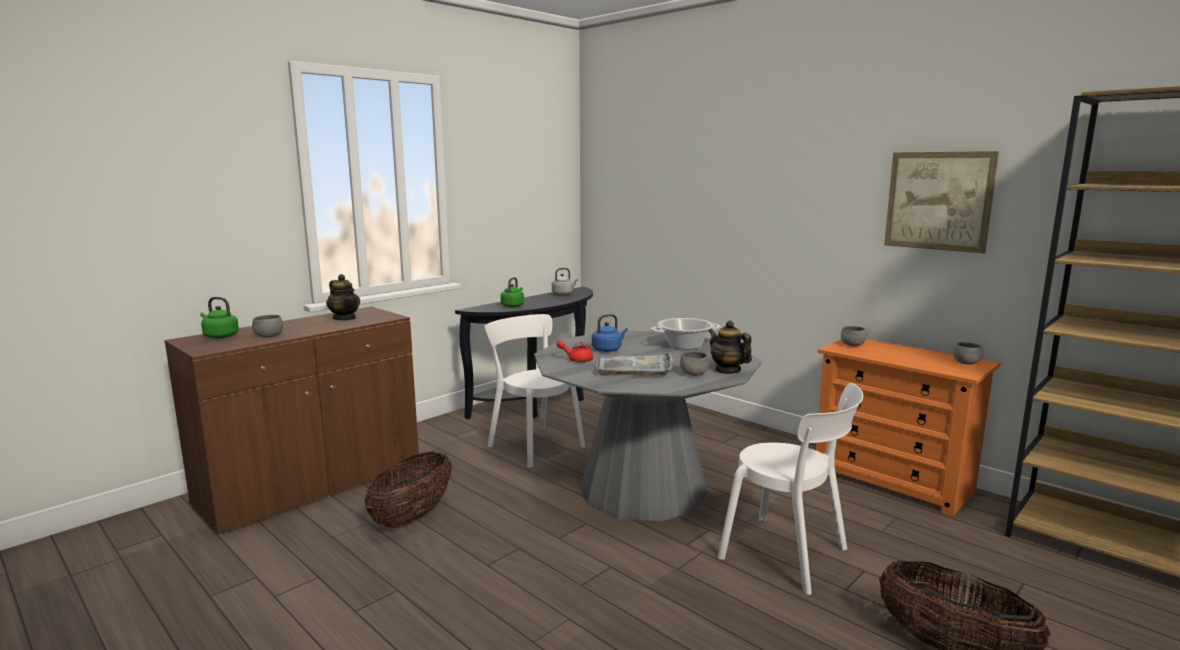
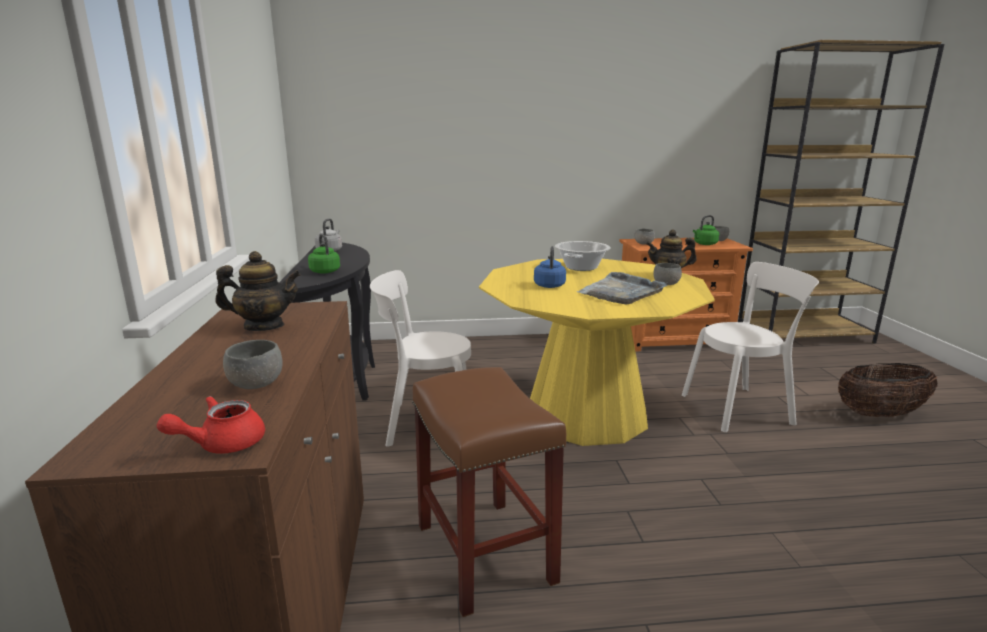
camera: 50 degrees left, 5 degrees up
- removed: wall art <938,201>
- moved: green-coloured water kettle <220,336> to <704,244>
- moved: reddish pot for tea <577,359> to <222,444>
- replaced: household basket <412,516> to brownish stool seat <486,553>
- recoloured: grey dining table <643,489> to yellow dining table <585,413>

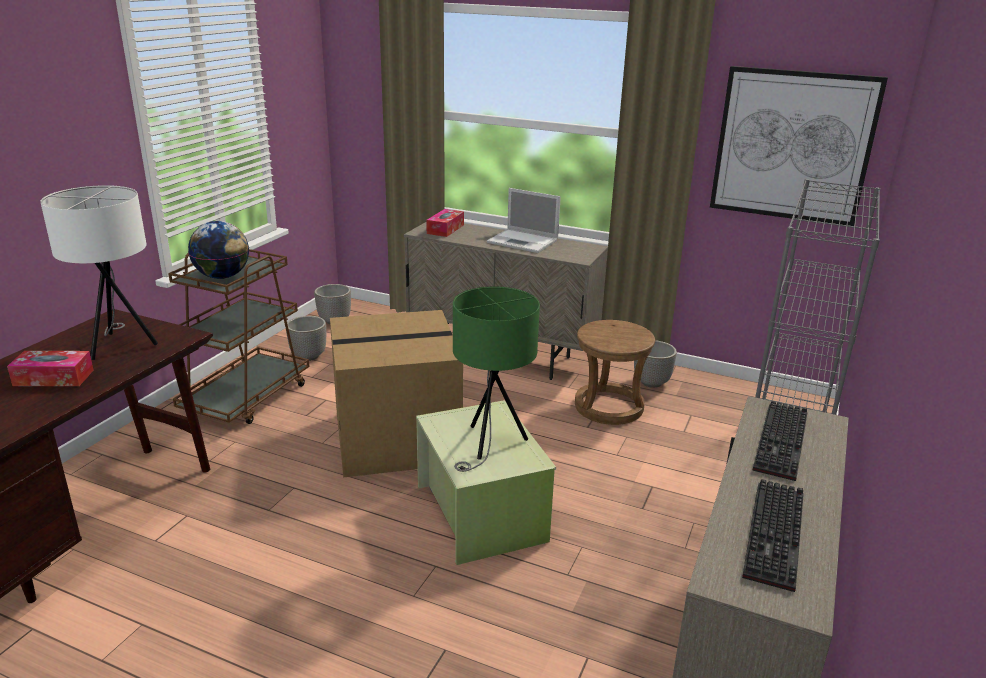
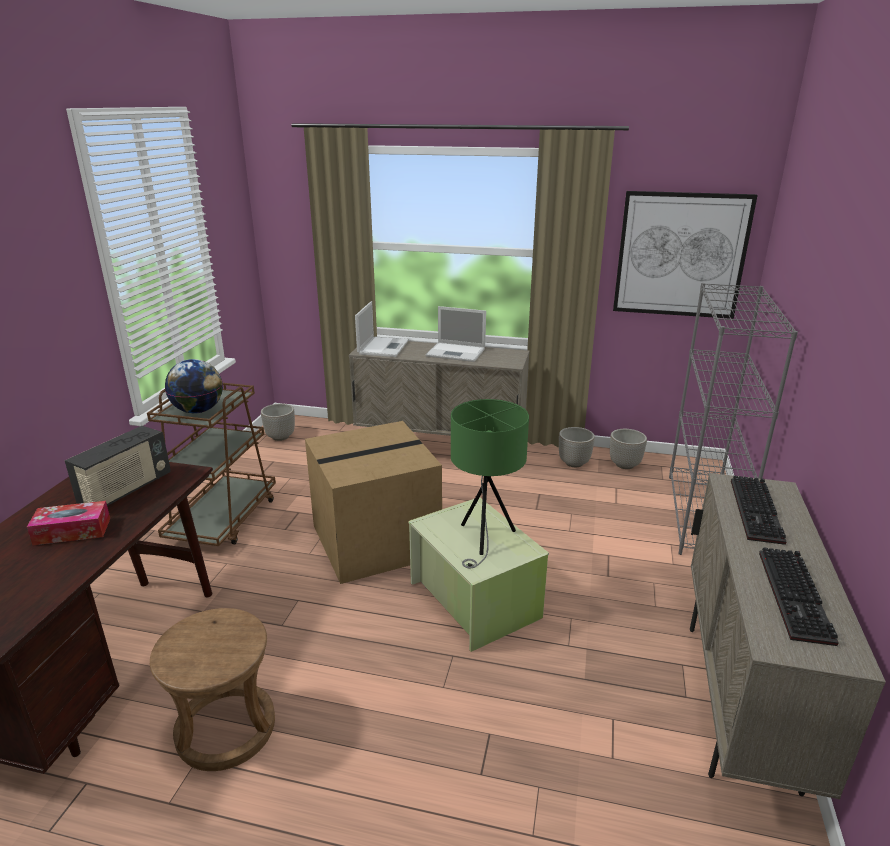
camera: 10 degrees left, 0 degrees up
- moved: plant pot <309,356> to <625,465>
- moved: brownish stool seat <609,407> to <226,729>
- replaced: white-coloured lamp for a table <120,345> to radio receiver <126,490>
- replaced: tissue holder <445,229> to portable computer <383,347>

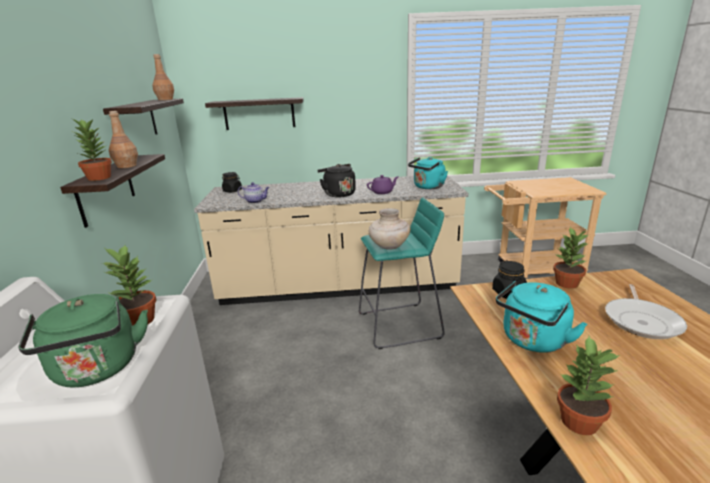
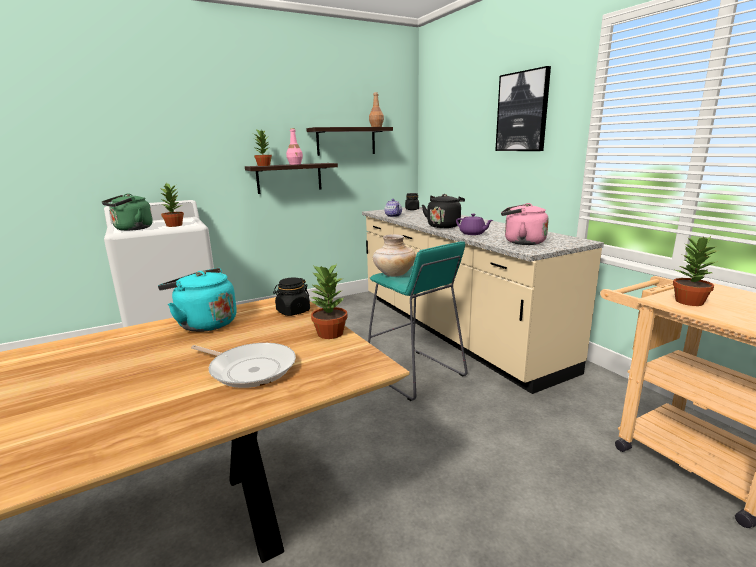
camera: 65 degrees right, 5 degrees down
- removed: wall shelf <259,114>
- added: wall art <522,112>
- moved: houseplant <579,422> to <688,302>
- recoloured: brownish bottle <127,166> to pink-coloured bottle <295,164>
- recoloured: blue-green water kettle <427,187> to pink-coloured water kettle <521,242>
- turned: pan <642,321> = <250,369> 150 degrees counterclockwise

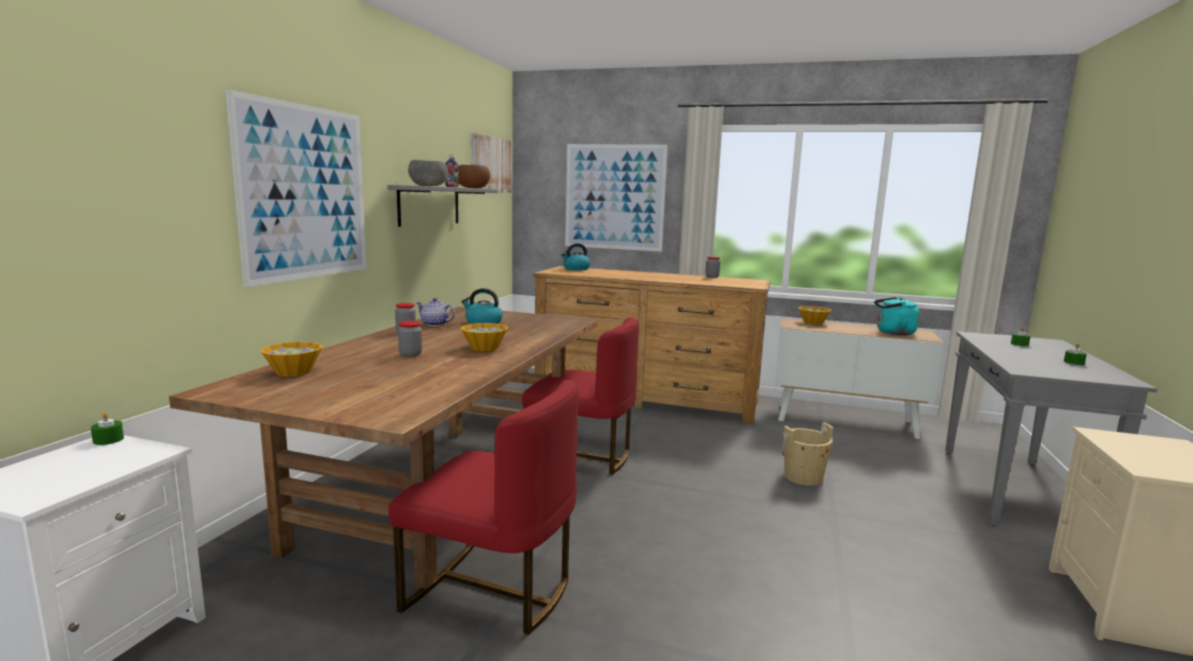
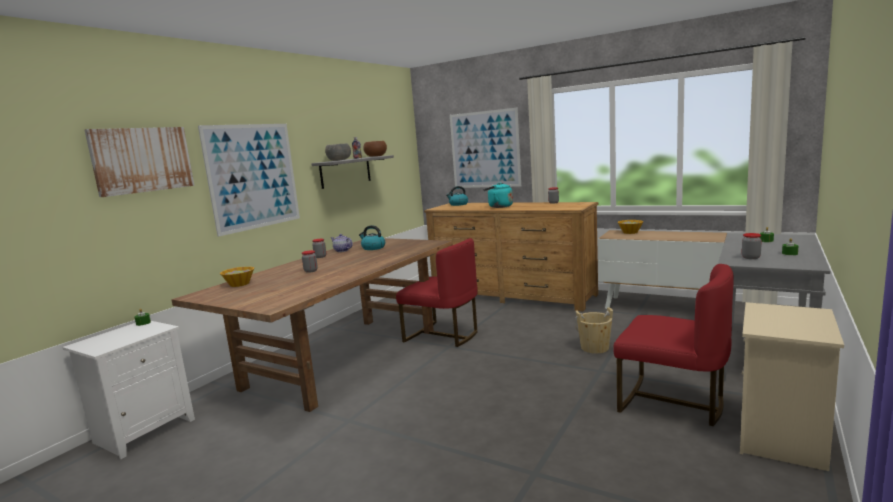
camera: 15 degrees right, 0 degrees up
- removed: deep dish <484,348>
- added: storage jar <751,257>
- moved: reddish plain chair <492,590> to <672,402>
- moved: wall art <490,164> to <142,160>
- moved: blue-green water kettle <893,332> to <498,207>

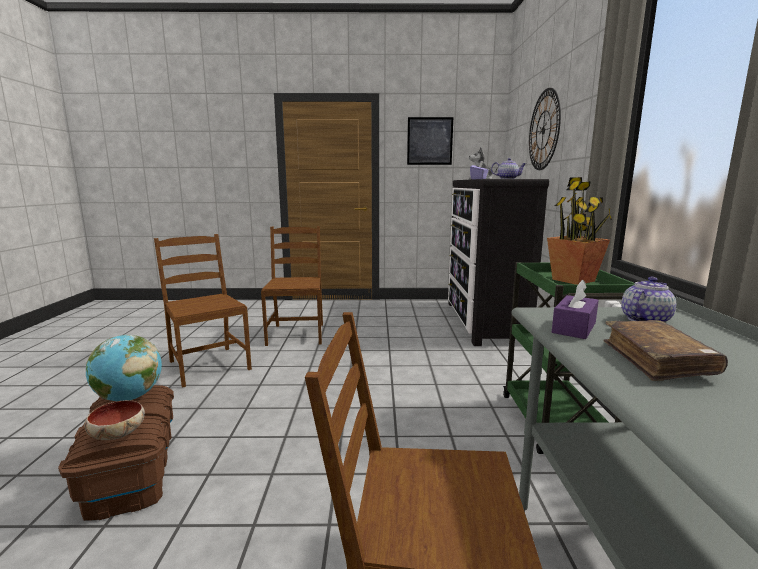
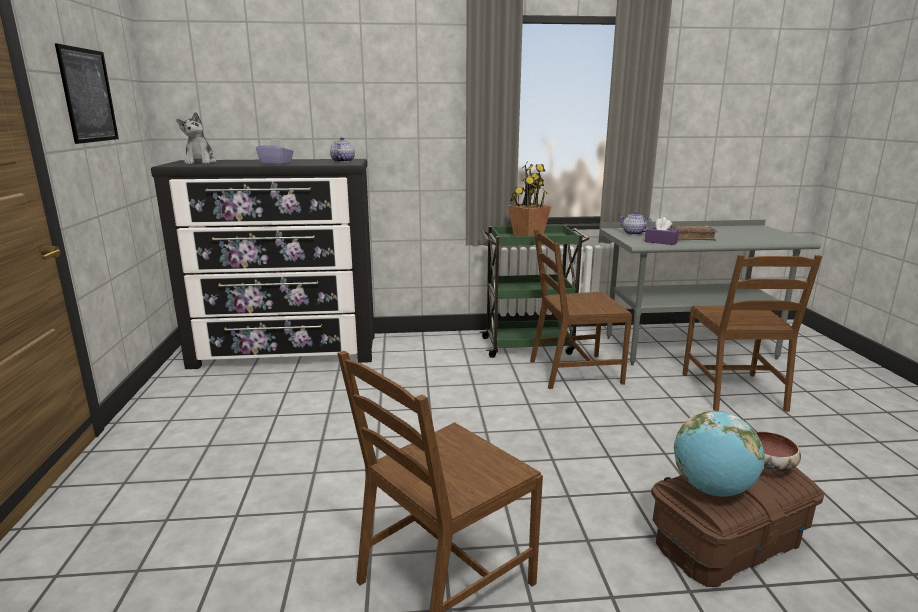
camera: 95 degrees left, 5 degrees up
- removed: wall clock <543,130>
- moved: brownish plain chair <296,334> to <574,372>

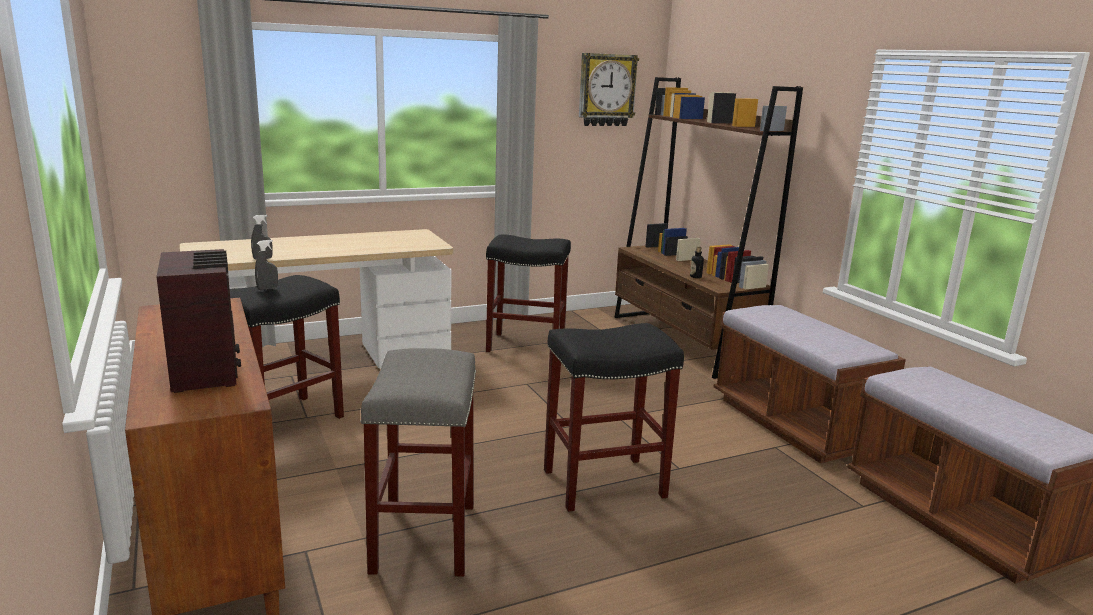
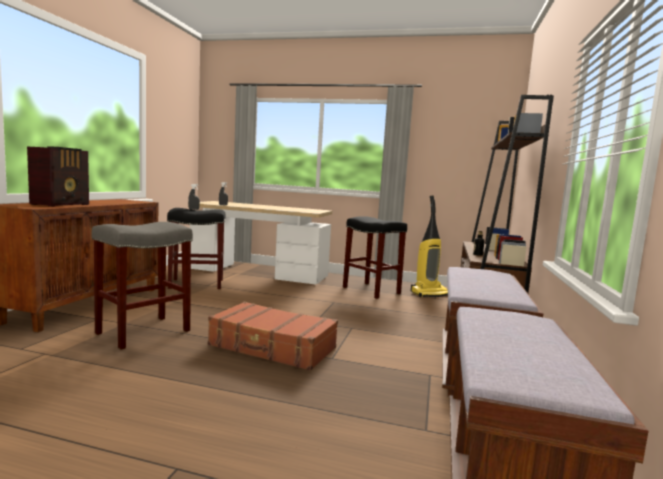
camera: 40 degrees right, 10 degrees down
- removed: wall clock <606,90>
- added: vacuum cleaner <430,293>
- replaced: blackish stool seat <605,483> to brownish suitcase <272,347>

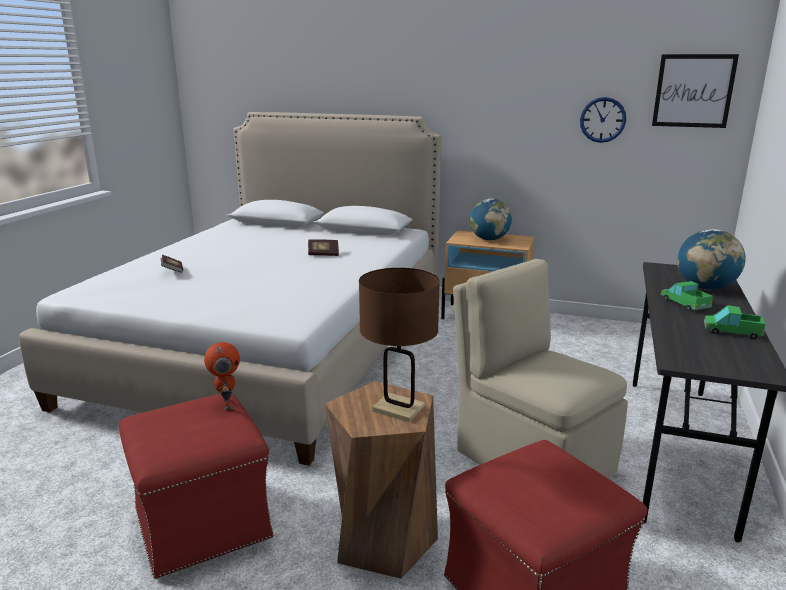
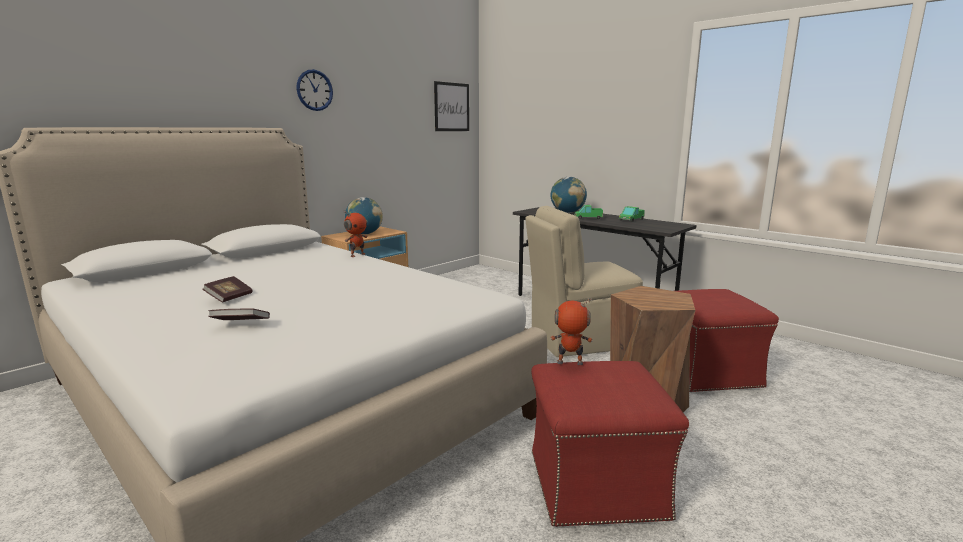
camera: 65 degrees left, 5 degrees down
- removed: brownish lamp for a table <399,408>
- added: model robot <357,255>
- moved: bound book <323,254> to <229,298>
- moved: wall clock <602,120> to <314,90>

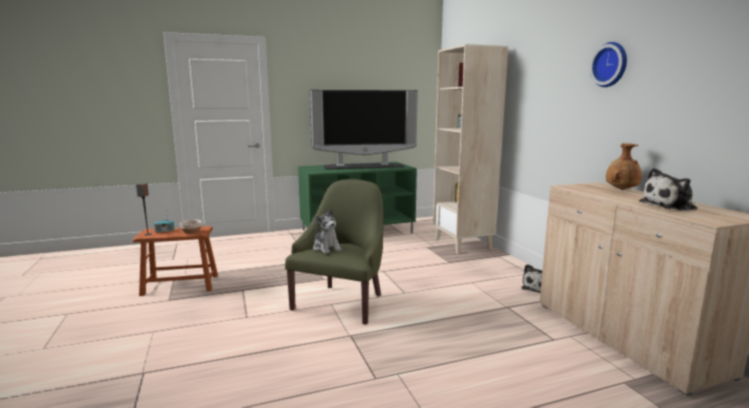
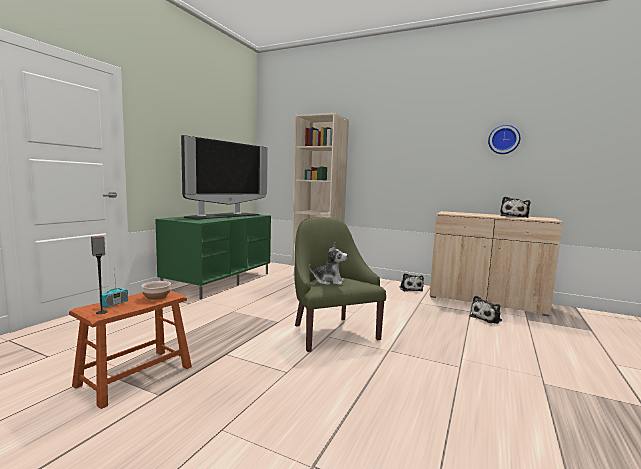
camera: 45 degrees left, 5 degrees down
- removed: brownish vase <621,189>
- added: soft toy <487,318>
- moved: wall clock <611,65> to <503,140>

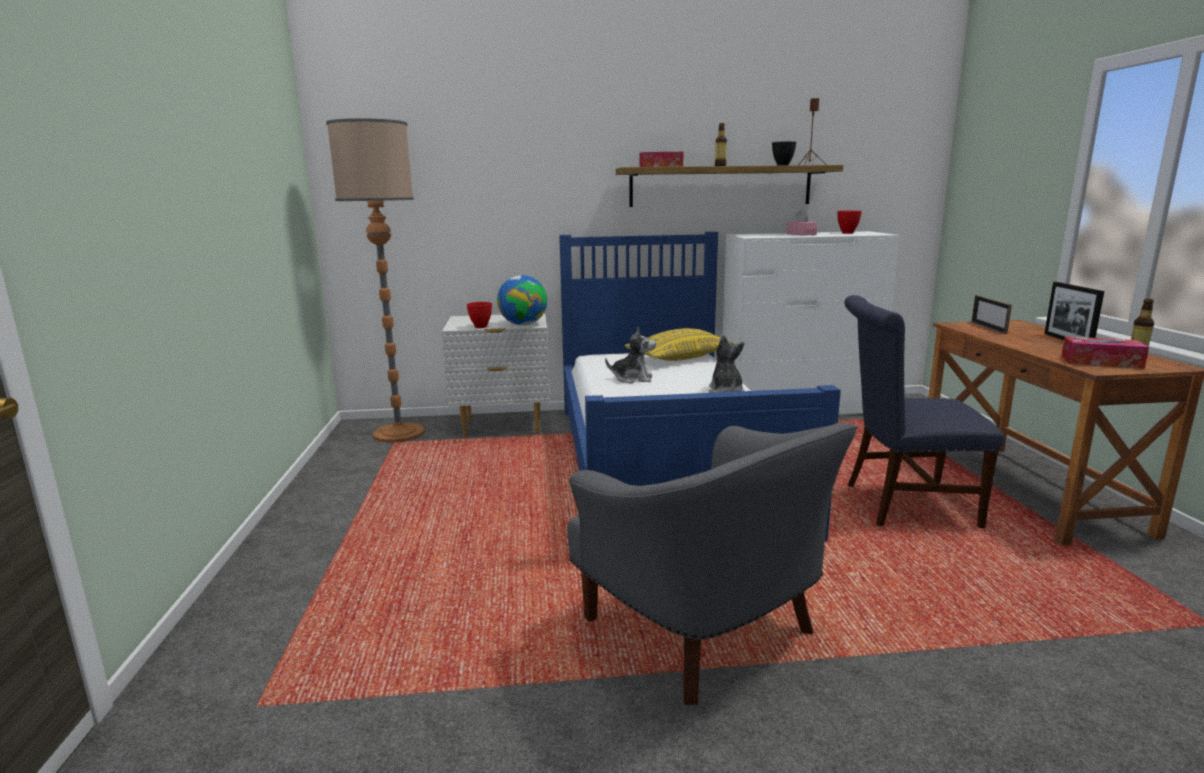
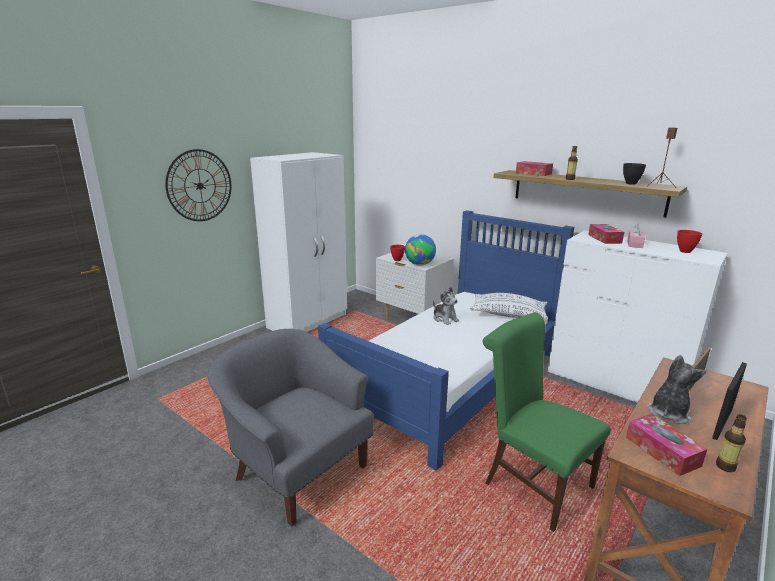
camera: 45 degrees right, 5 degrees up
- removed: standard lamp <398,433>
- added: wall clock <200,185>
- added: white-coloured clothes cupboard <308,321>
- added: tissue holder <604,239>
- moved: soft toy <725,391> to <668,412>
- recoloured: yellow cushion <681,358> to white-coloured cushion <508,315>
- recoloured: blue-coloured plain chair <901,505> to green-coloured plain chair <532,482>
- turned: grey lounge chair <705,632> = <298,469> 120 degrees clockwise

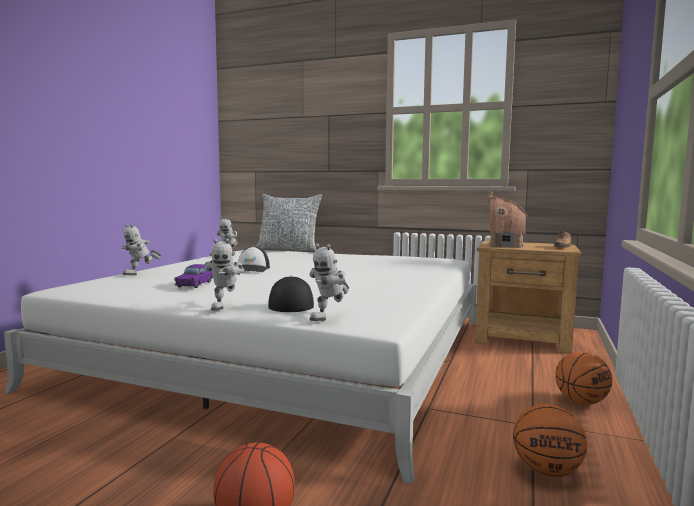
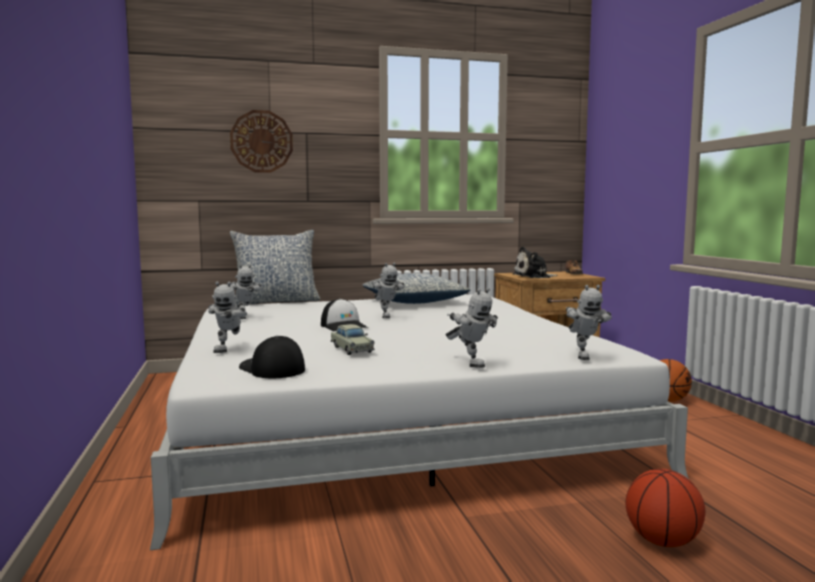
camera: 35 degrees left, 0 degrees up
- removed: basketball <547,471>
- added: wall clock <261,141>
- added: cushion <414,302>
- added: model robot <386,317>
- moved: cap <290,304> to <271,369>
- replaced: model house <505,245> to soft toy <534,276>
- recoloured: purple model car <196,284> to sand-coloured model car <351,349>

